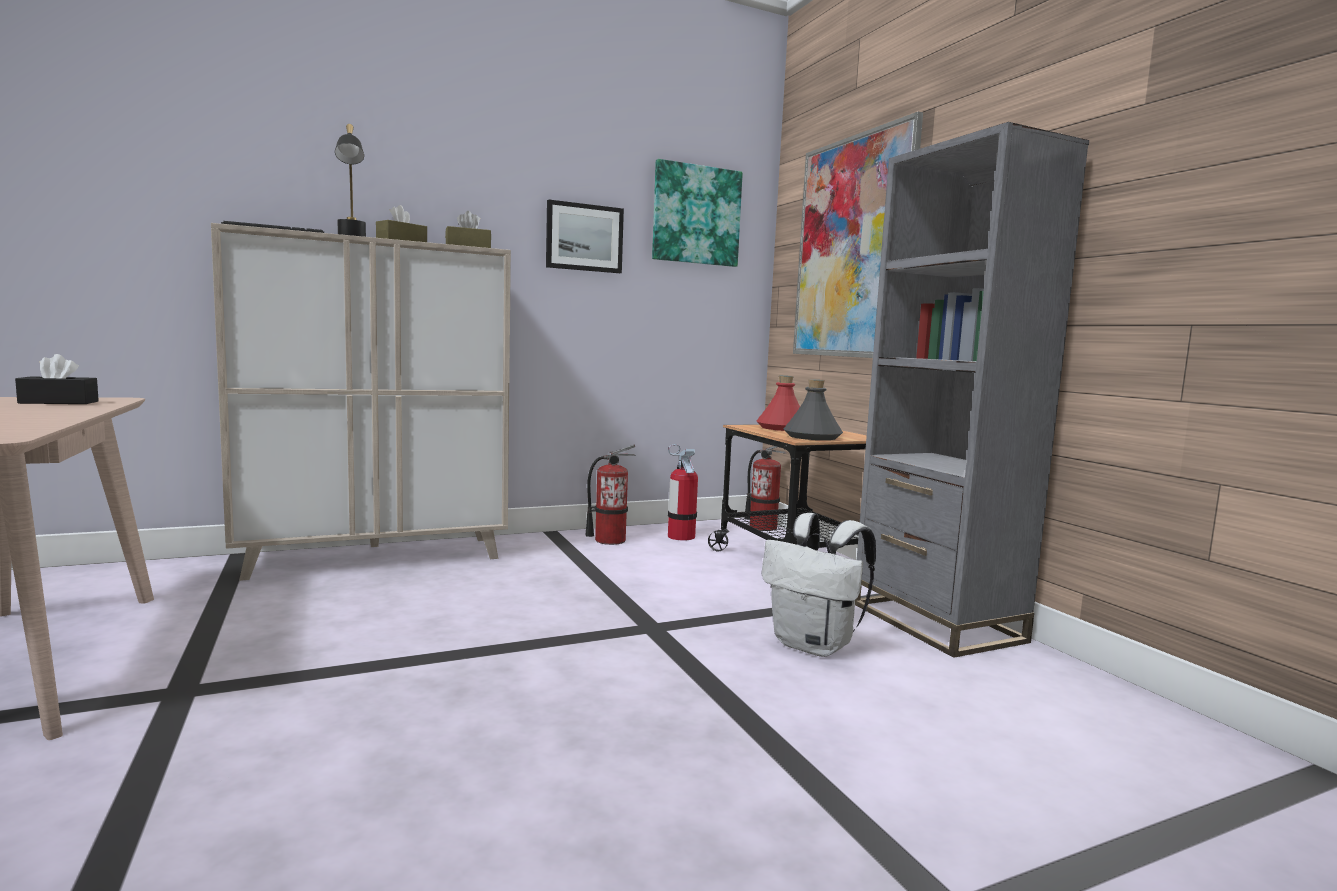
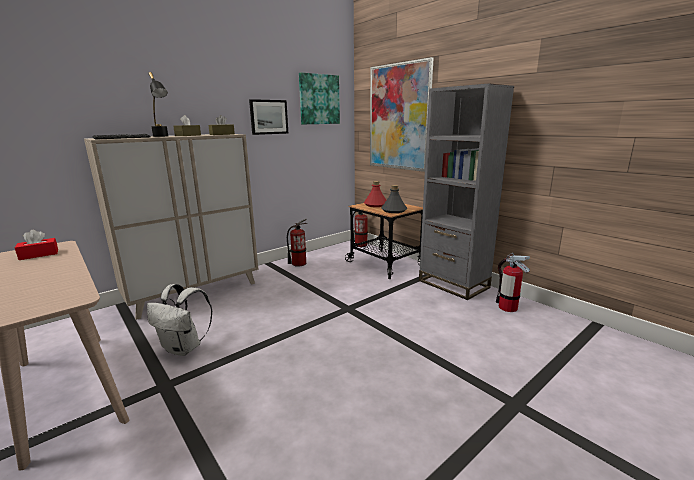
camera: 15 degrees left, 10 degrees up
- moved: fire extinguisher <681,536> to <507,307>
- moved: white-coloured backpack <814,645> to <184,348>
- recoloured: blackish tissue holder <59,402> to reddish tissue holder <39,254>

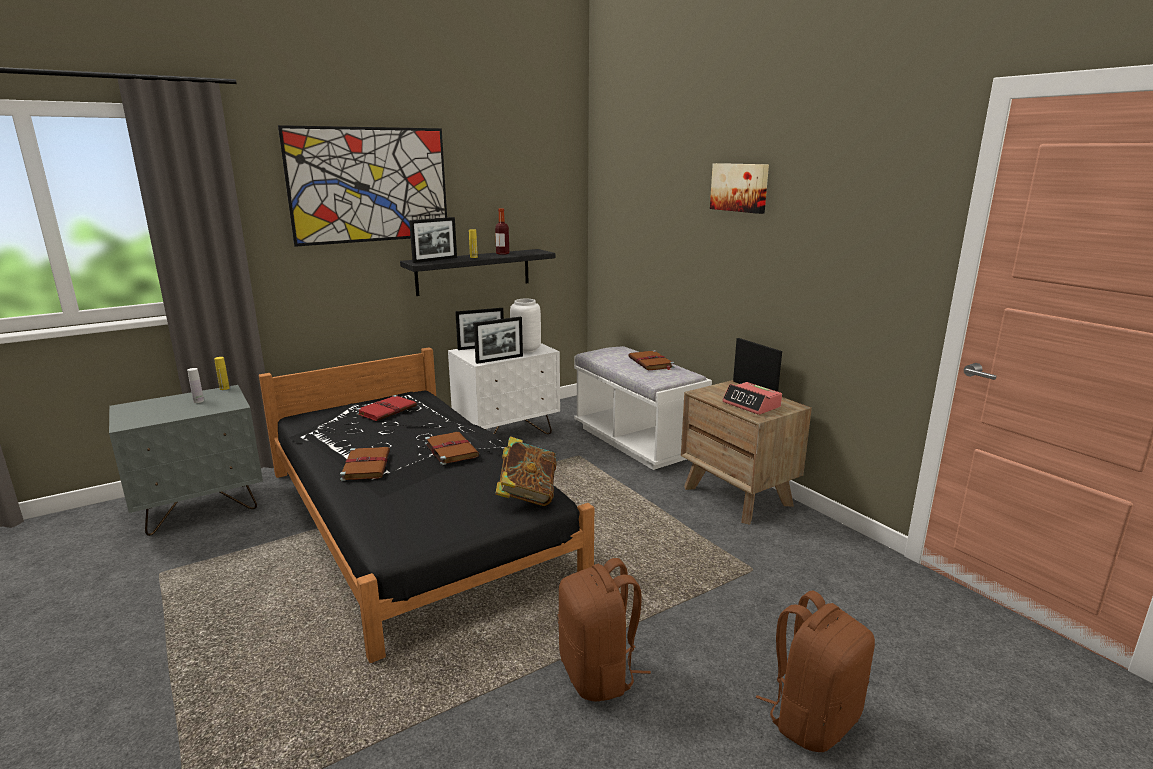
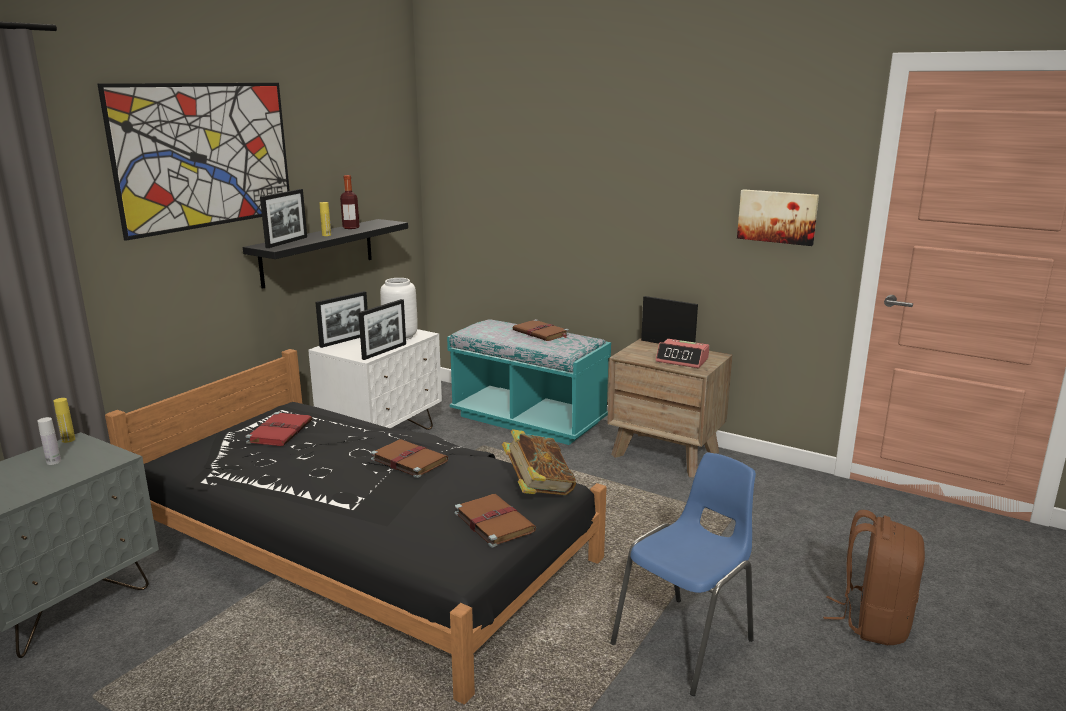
camera: 25 degrees left, 0 degrees up
- moved: brownish bound book <366,465> to <493,522>
- moved: wall art <740,187> to <777,216>
- replaced: brownish backpack <599,674> to blue-coloured plain chair <686,642>
- recoloured: white-coloured bench <637,441> to blue-green bench <528,420>

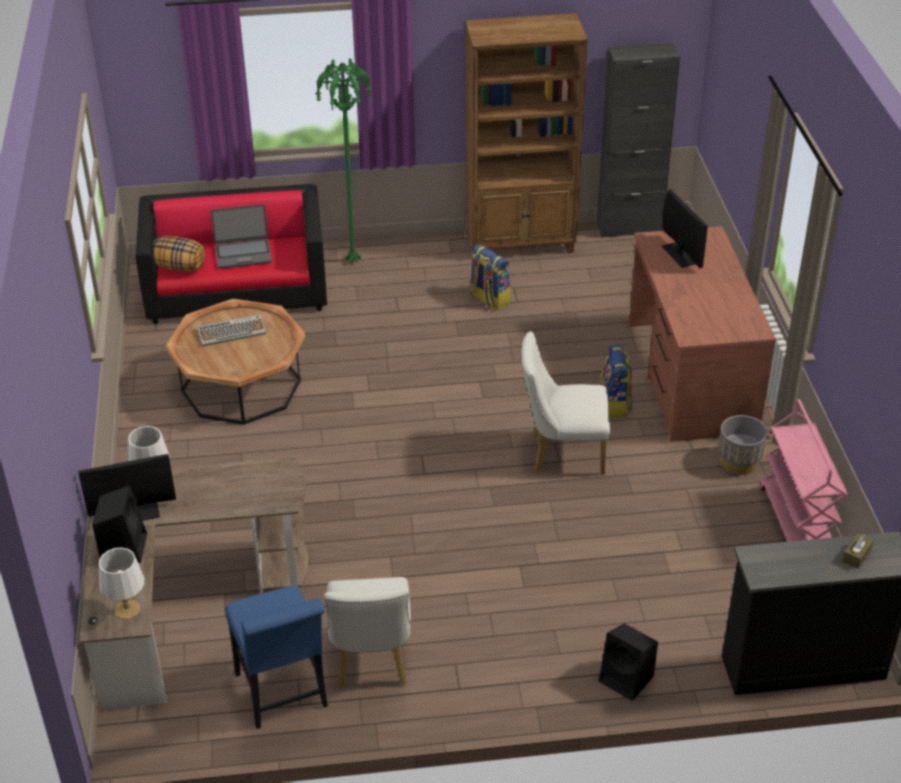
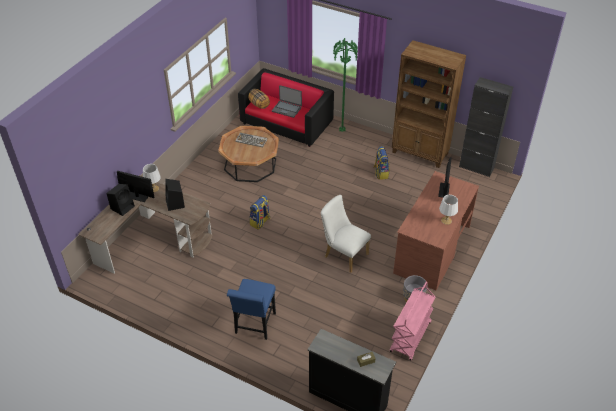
camera: 35 degrees right, 5 degrees up
- removed: white-coloured plain chair <371,663>
- moved: white-coloured lamp for a table <127,609> to <446,220>
- moved: blue-coloured plain chair <283,695> to <254,326>
- moved: backpack <615,405> to <260,222>
- moved: blackish speaker <627,679> to <175,204>

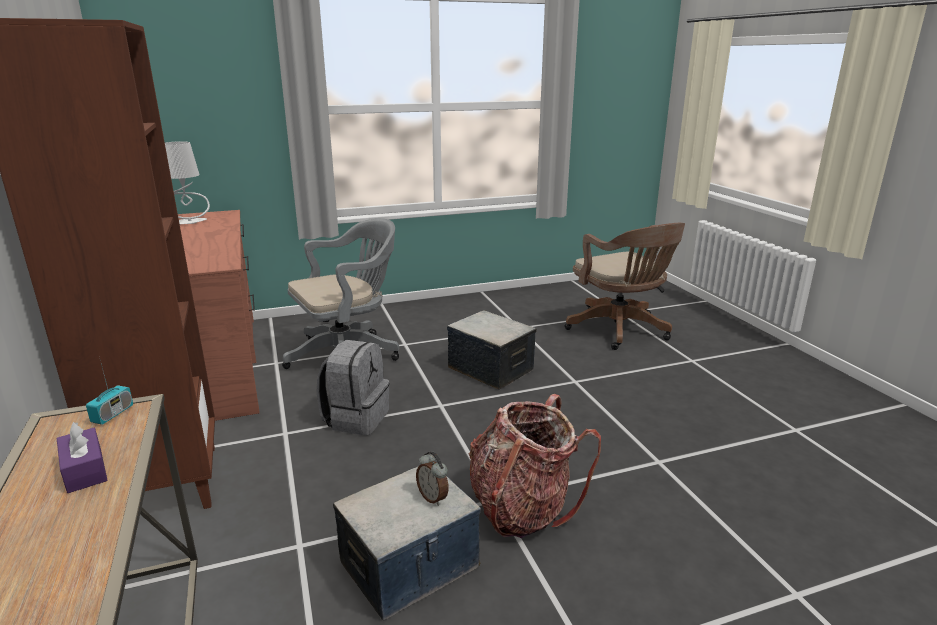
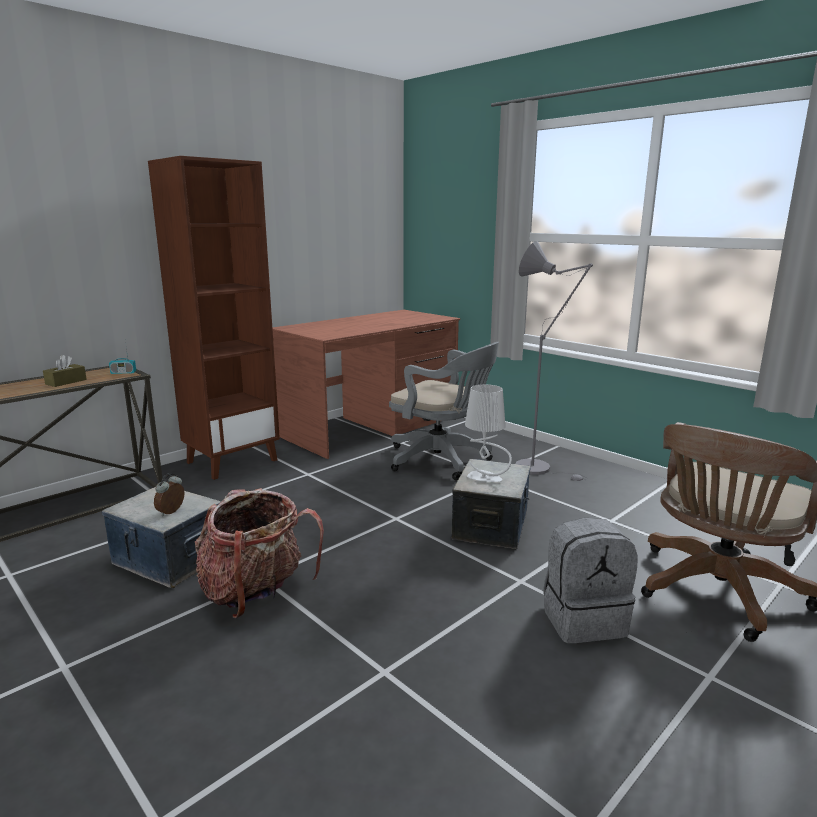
camera: 65 degrees right, 5 degrees down
- added: grey standard lamp <539,468>
- moved: grey lamp for a table <191,222> to <485,477>
- moved: grey backpack <356,418> to <583,619>
- recoloured: purple tissue holder <85,470> to brownish tissue holder <66,382>

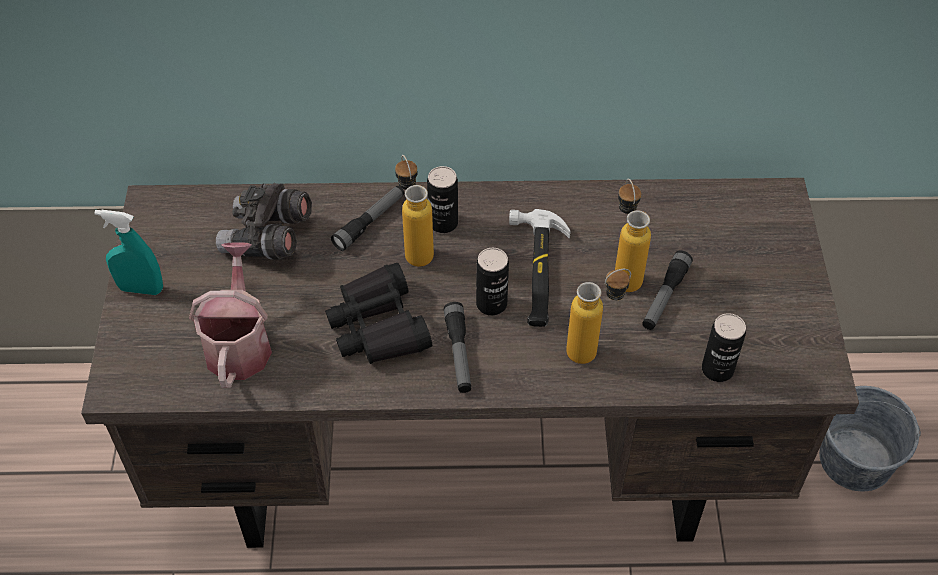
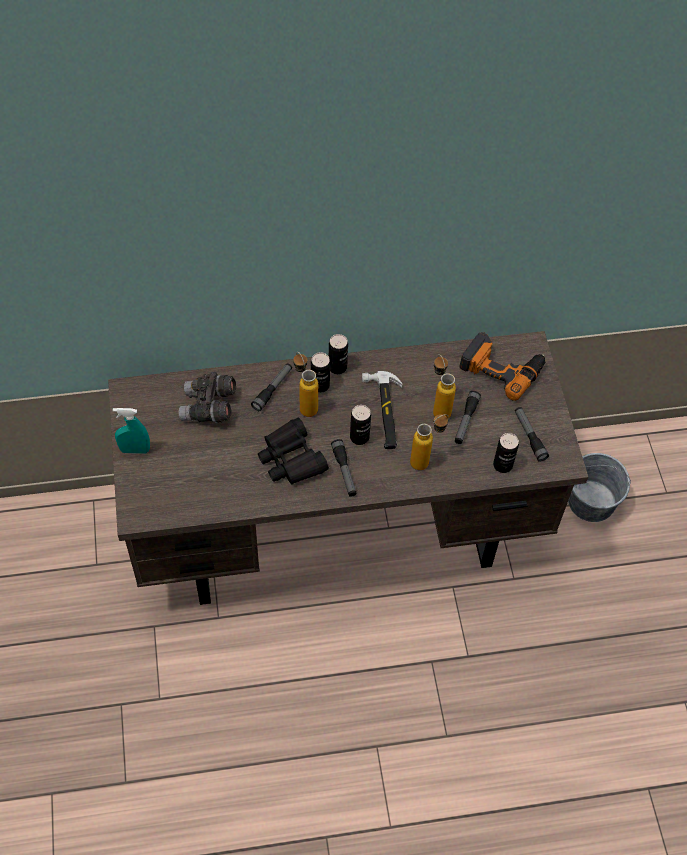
camera: 10 degrees left, 5 degrees up
- removed: watering can <239,343>
- added: can <337,367>
- added: drill <502,367>
- added: hand torch <529,436>

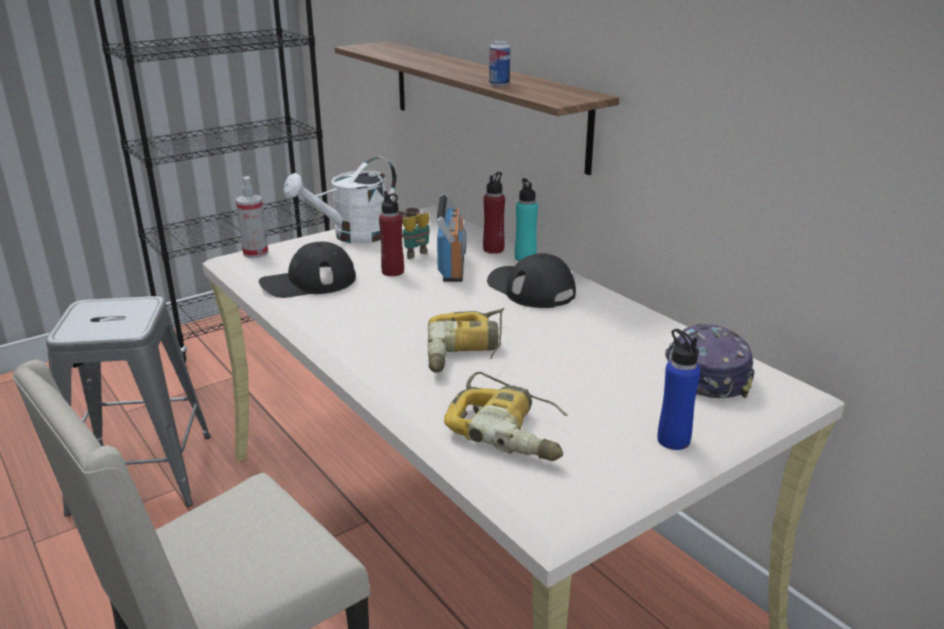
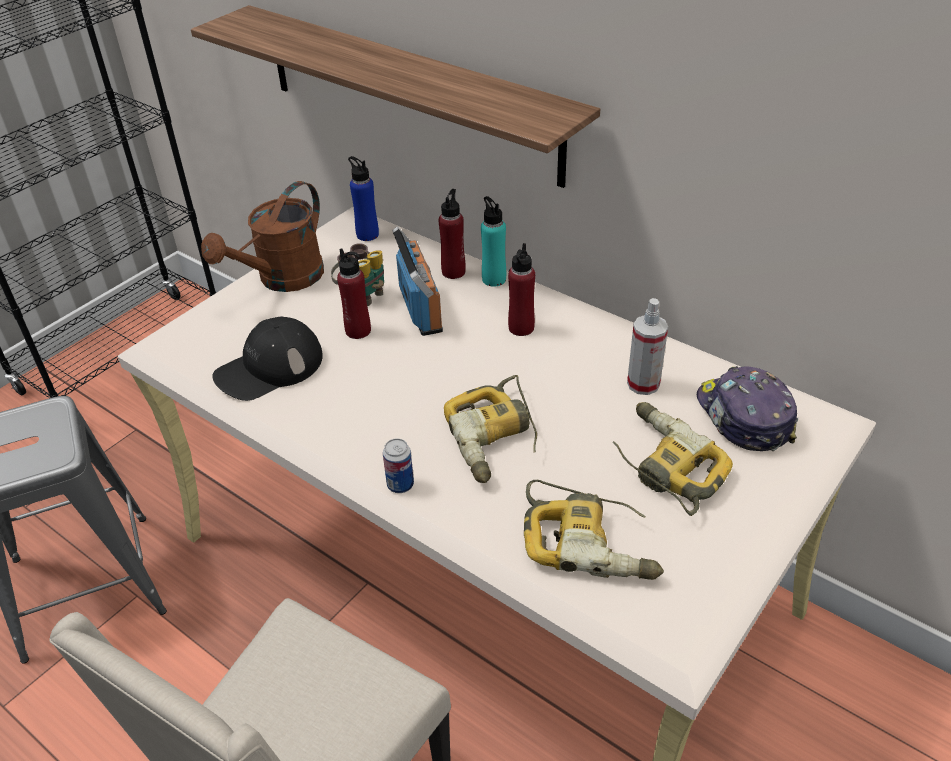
camera: 15 degrees left, 15 degrees up
- added: drill <664,466>
- moved: hand sprayer <255,253> to <643,384>
- moved: can <499,84> to <400,485>
- moved: blue-coloured bottle <673,440> to <367,234>
- replaced: blackish cap <530,289> to reddish bottle <521,328>
- recoloured: white-coloured watering can <352,236> to brownish watering can <282,280>

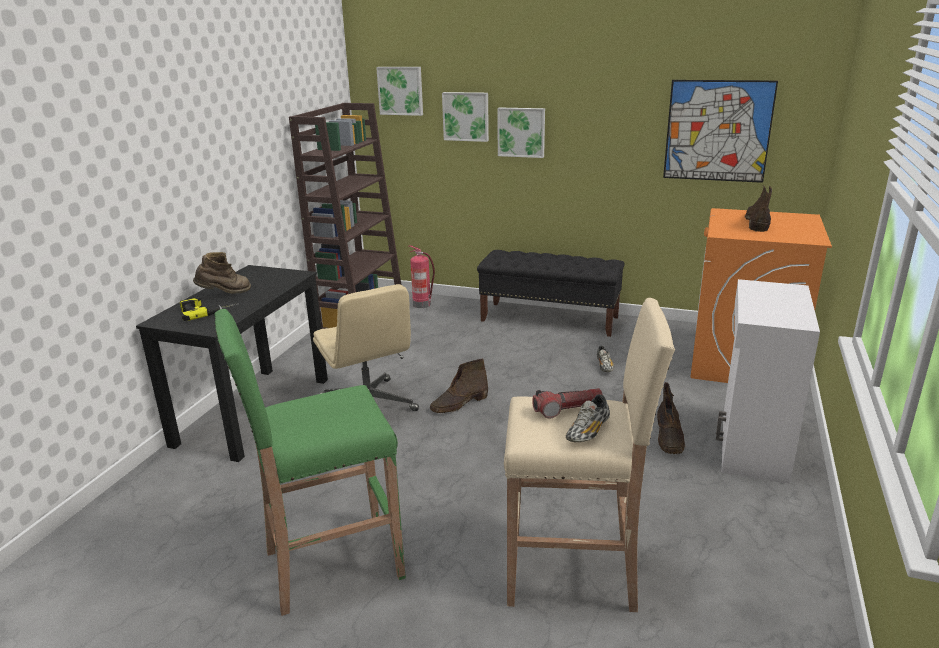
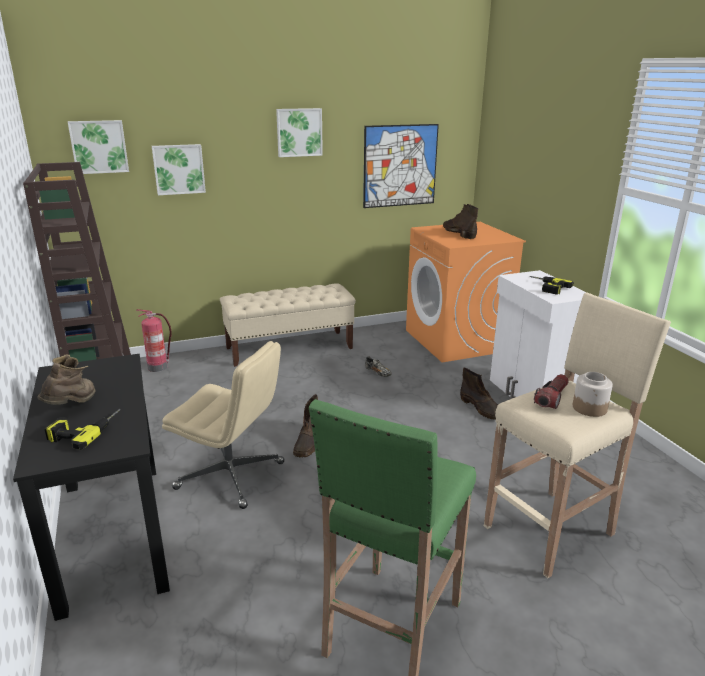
camera: 40 degrees left, 0 degrees up
- added: drill <546,287>
- moved: wall art <521,132> to <299,132>
- replaced: shoe <588,432> to storage jar <590,408>
- recoloured: blackish bench <550,319> to sand-coloured bench <290,348>

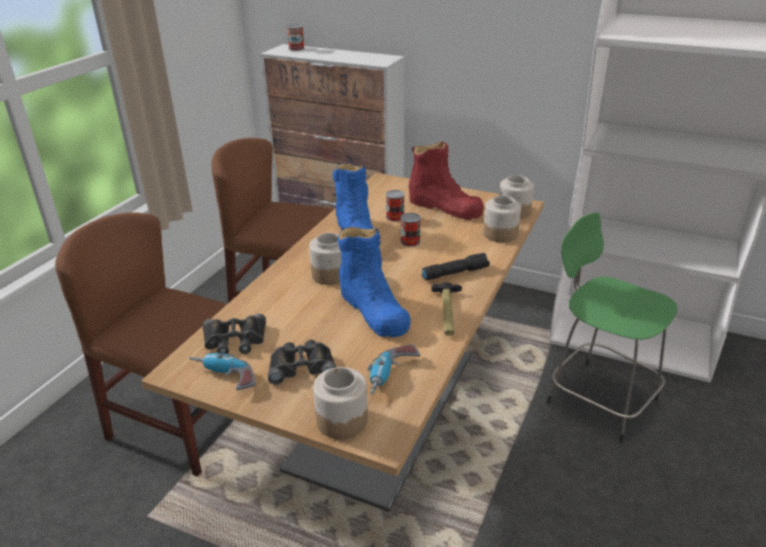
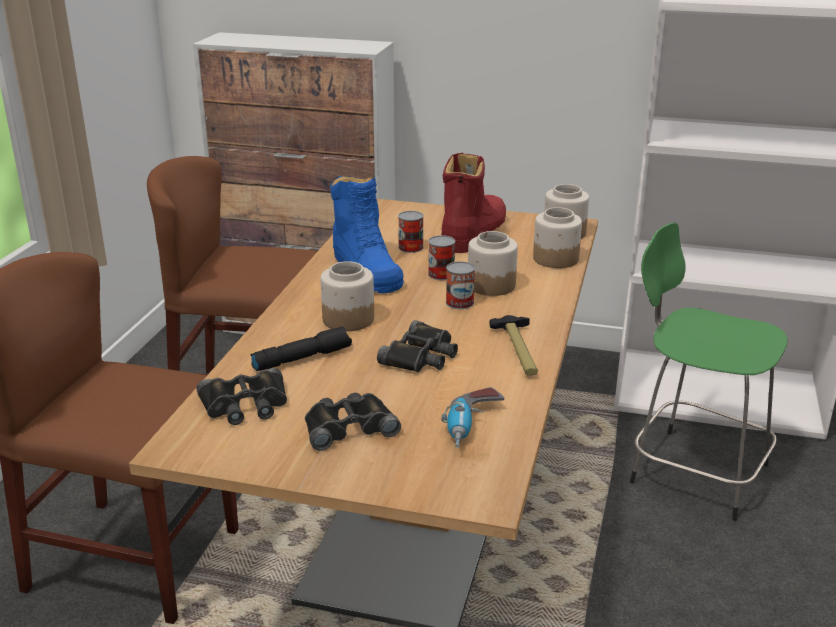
camera: 10 degrees left, 5 degrees down
- removed: drill <223,378>
- moved: can <296,48> to <459,303>
- moved: storage jar <341,420> to <491,285>
- moved: blackish hand torch <455,273> to <302,358>
- replaced: blue-coloured tall boot <373,310> to blackish pair of binoculars <421,356>
- turned: reddish tall boot <445,207> = <473,233> 90 degrees counterclockwise

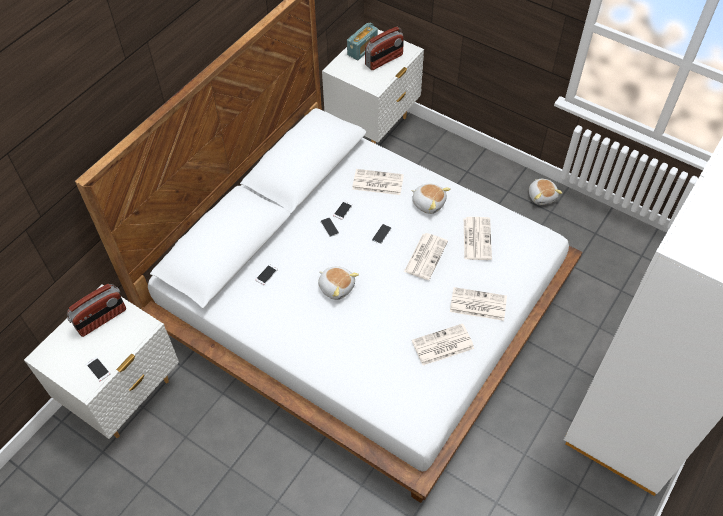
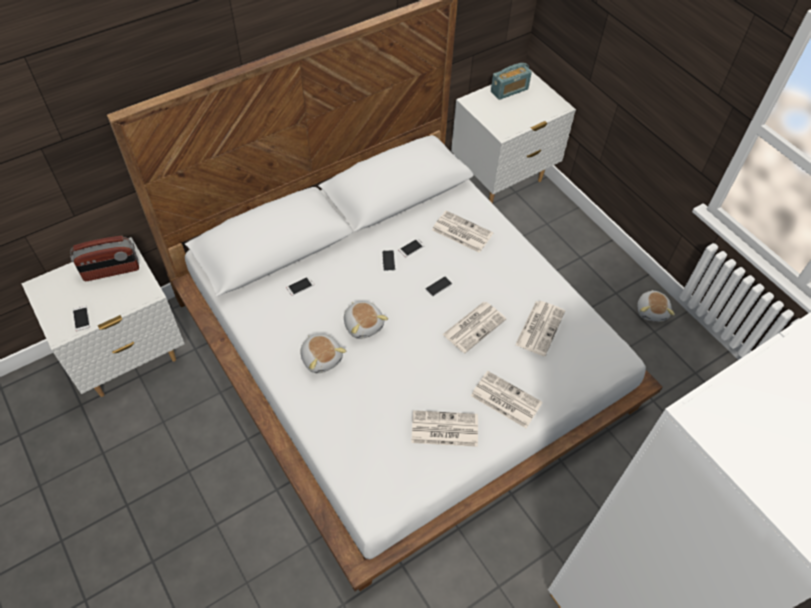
camera: 20 degrees right, 0 degrees up
- removed: radio receiver <384,60>
- moved: soft toy <428,203> to <322,358>

